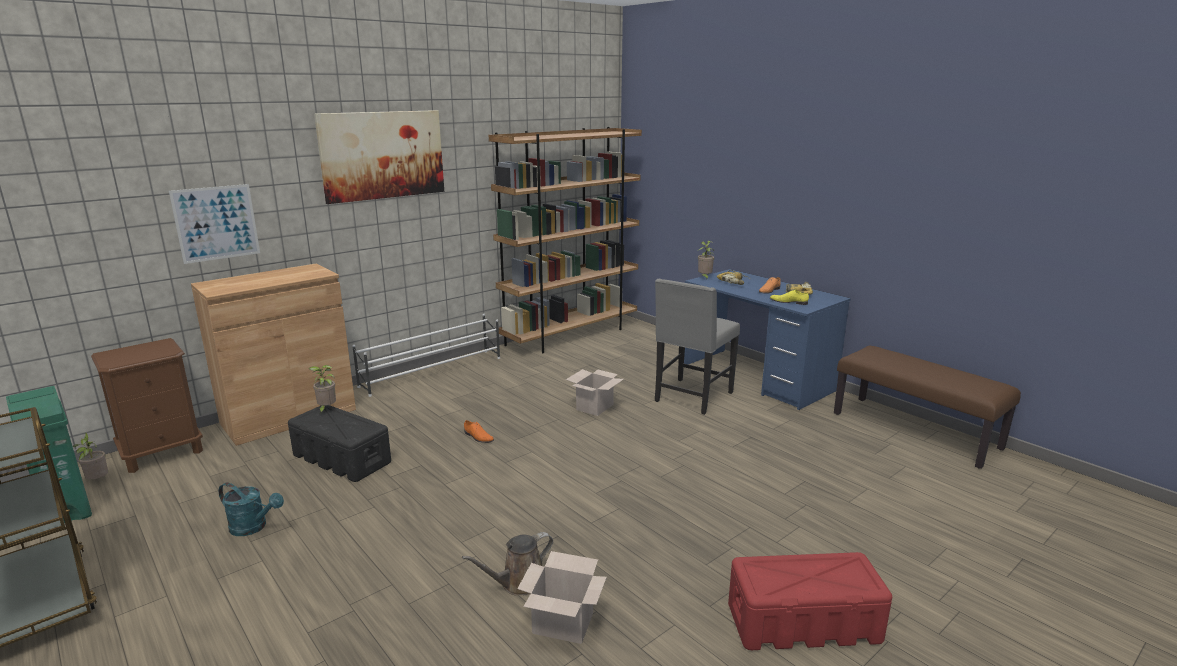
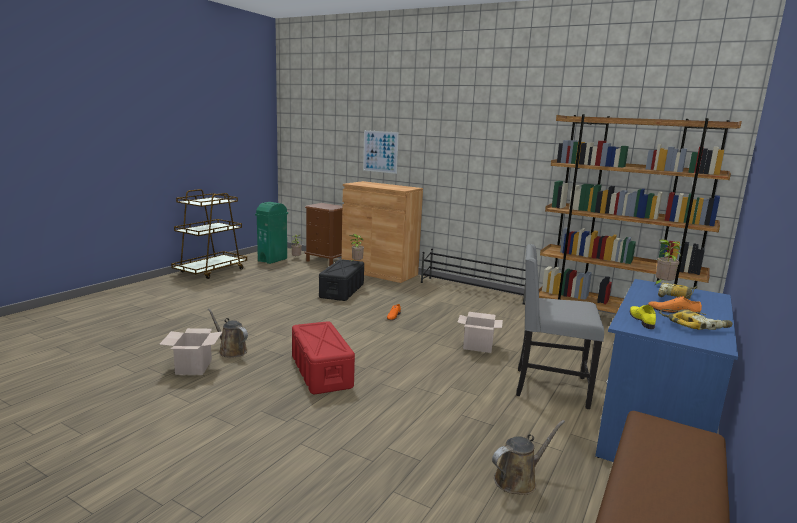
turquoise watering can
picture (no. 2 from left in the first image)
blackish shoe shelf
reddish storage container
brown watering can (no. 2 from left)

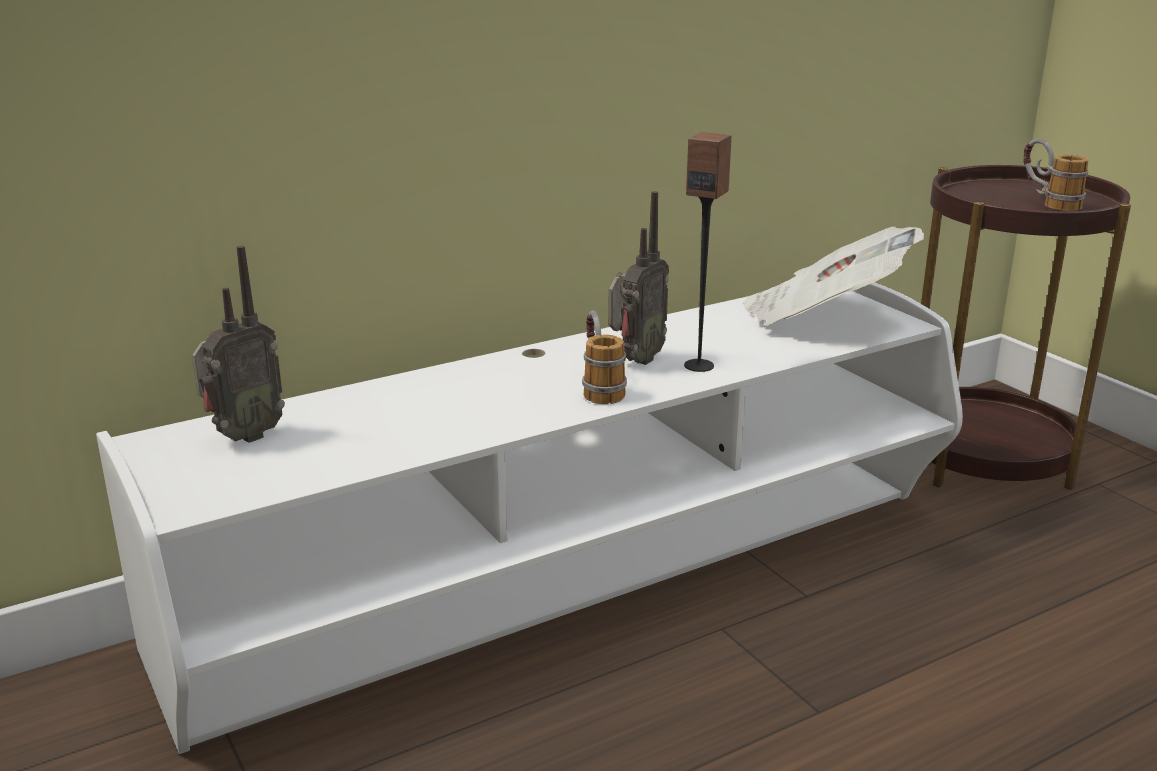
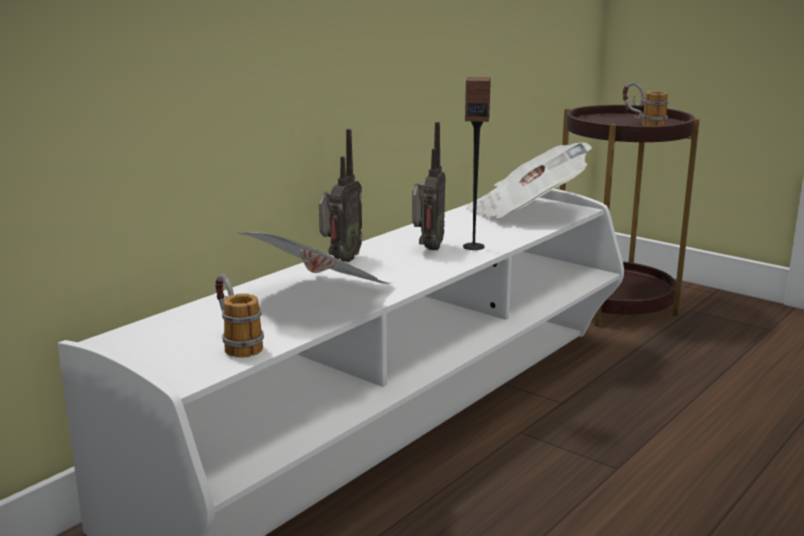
radio receiver (no. 1 from left)
coffee mug (no. 1 from left)
newspaper (no. 1 from left)

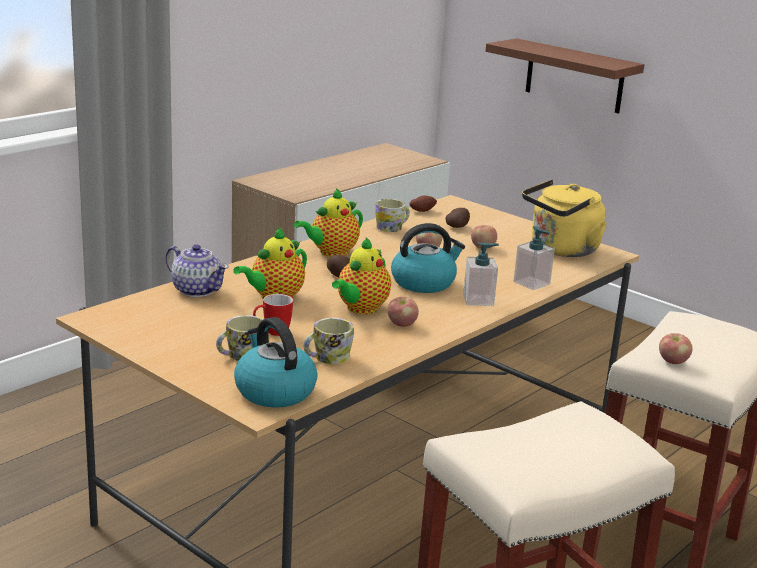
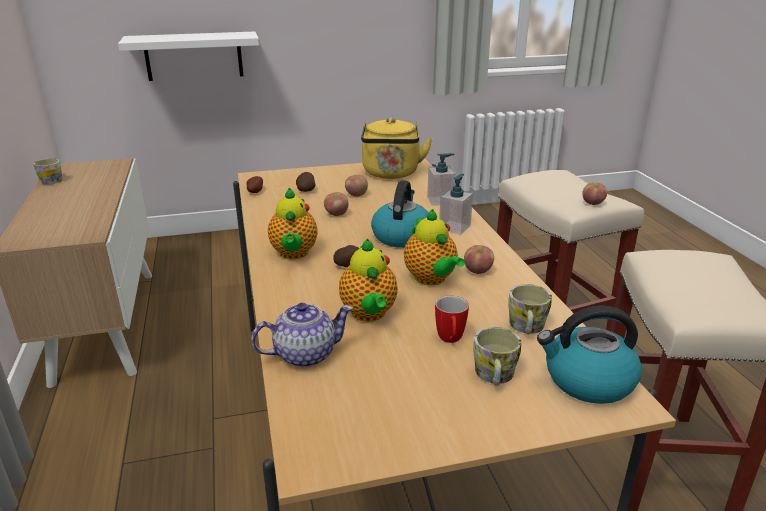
coffee mug (no. 1 from left)
white bracket shelf

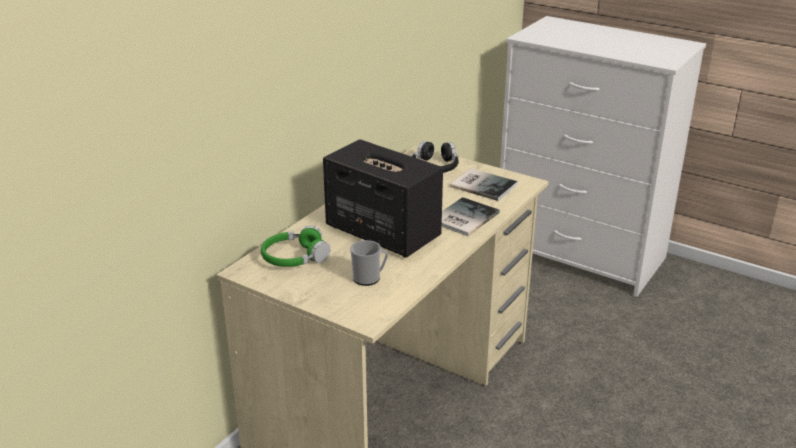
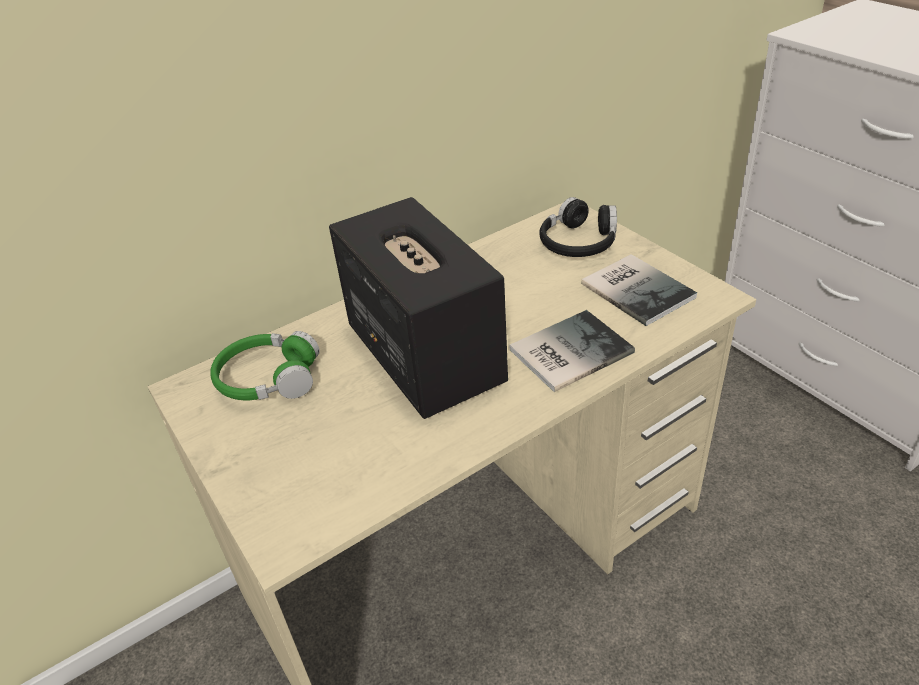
coffee mug

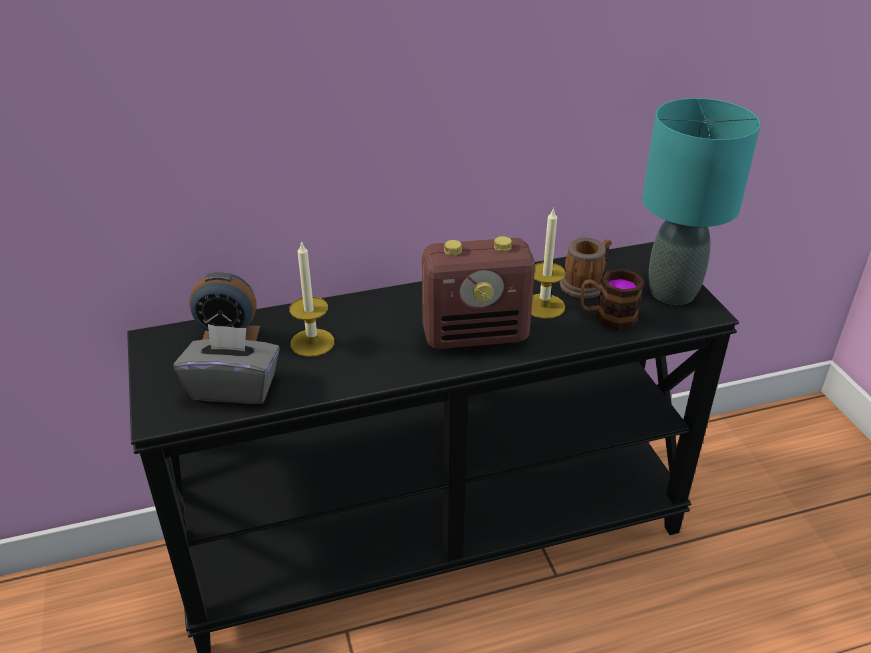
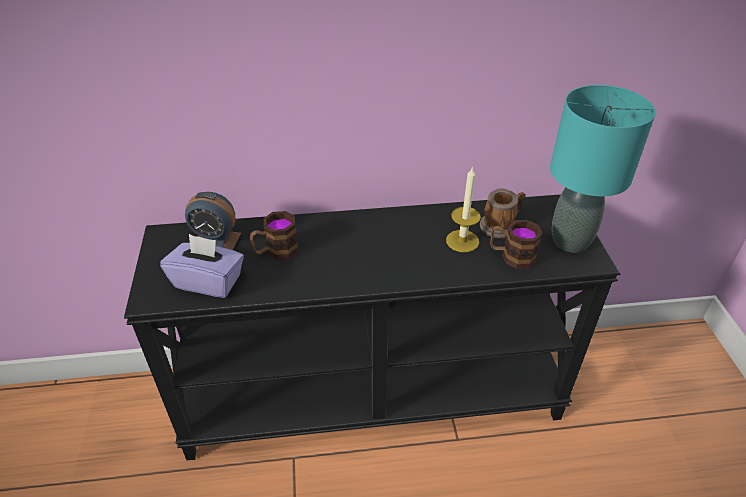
purple box of tissues
coffee mug (no. 1 from left)
radio receiver

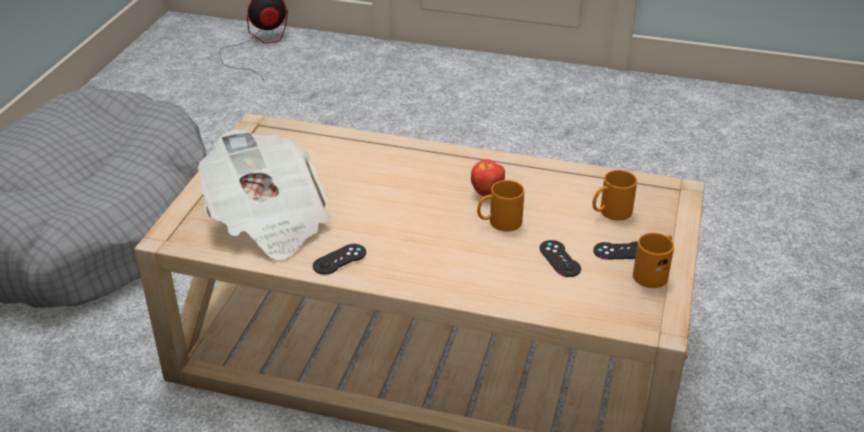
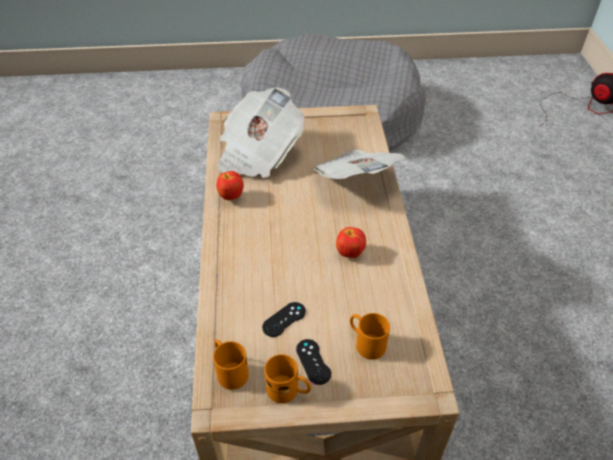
apple (no. 1 from left)
orange-coloured coffee mug (no. 1 from left)
newspaper (no. 2 from left)

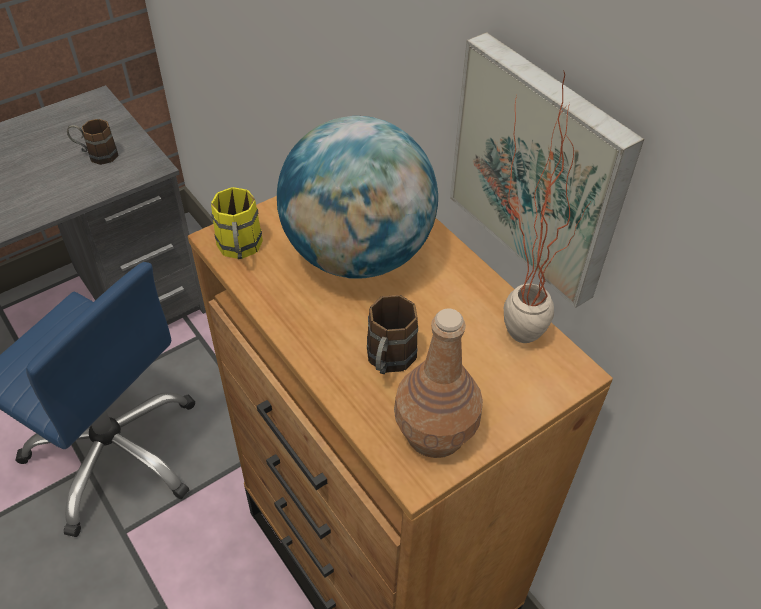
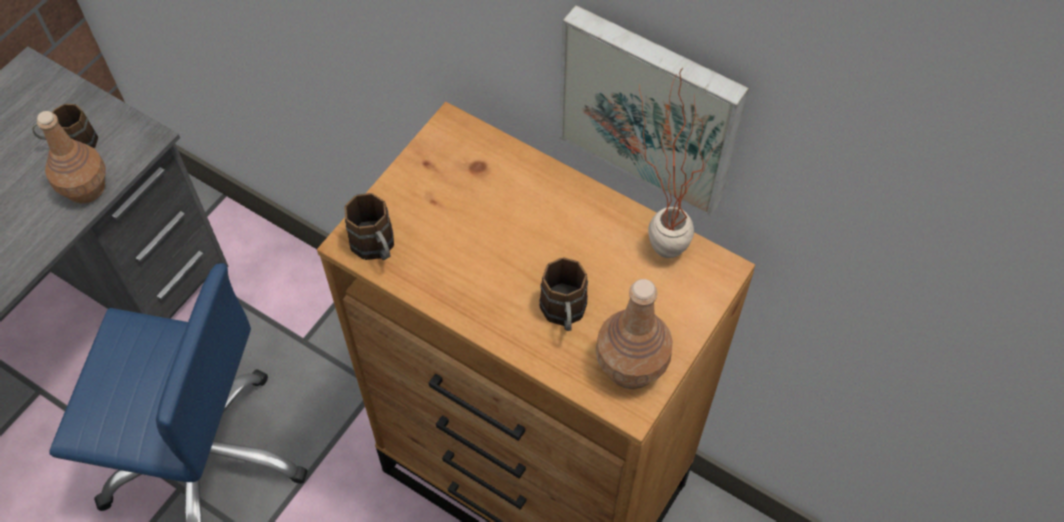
brown coffee mug (no. 2 from left)
desk globe
brown drink bottle (no. 1 from left)

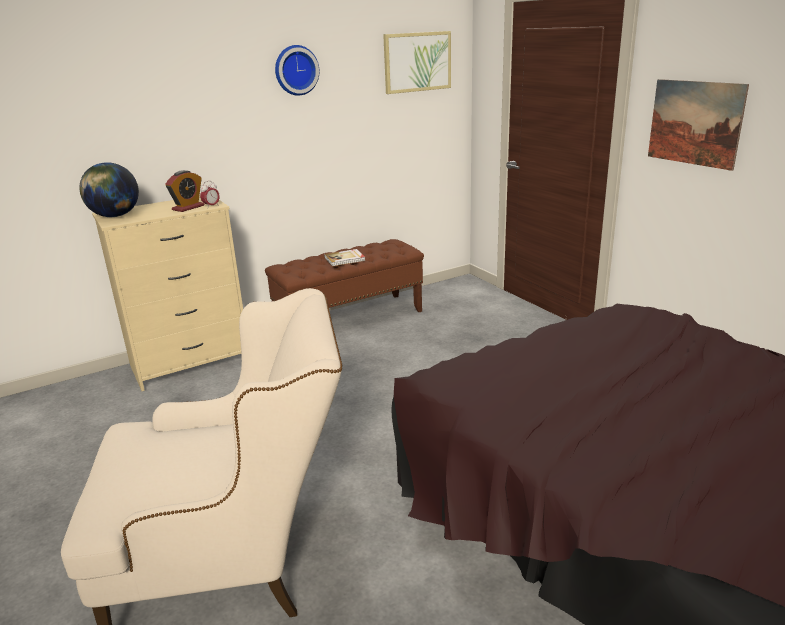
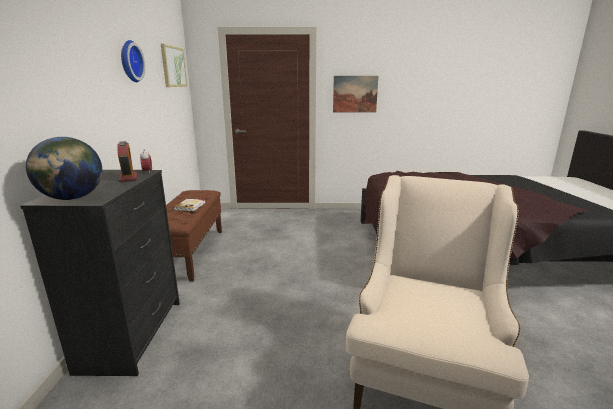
blackish chest of drawers

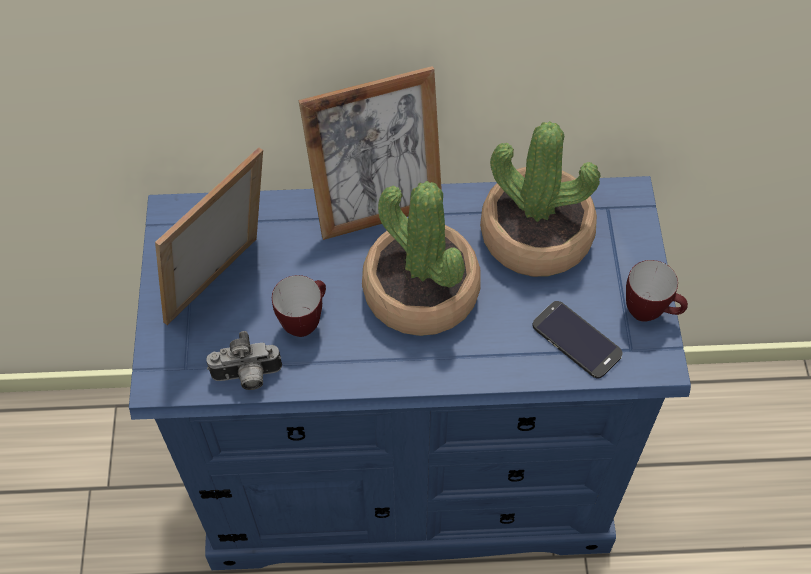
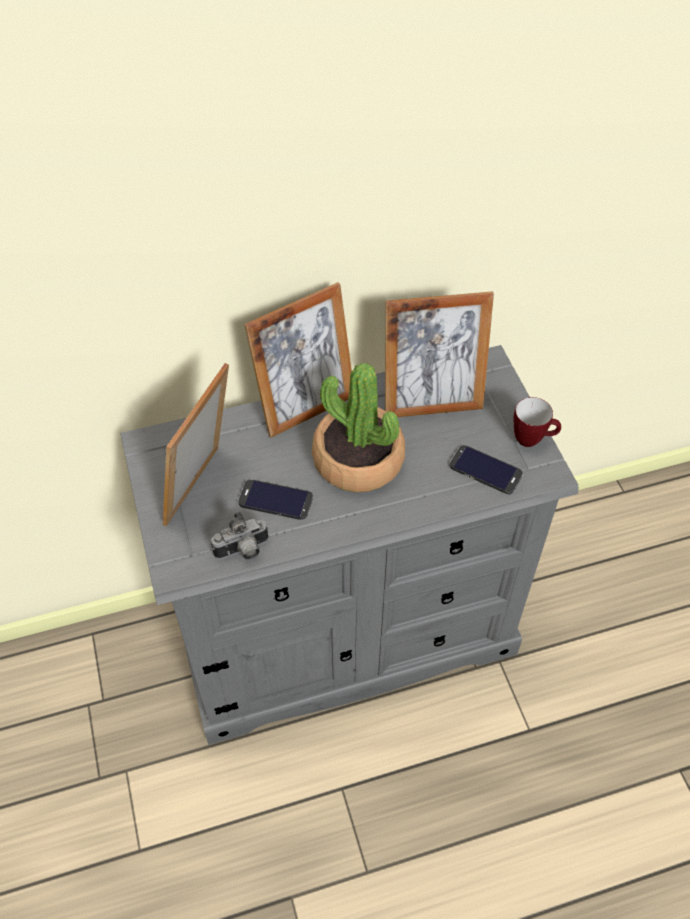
greyish chest of drawers
phone (no. 1 from left)
picture frame (no. 3 from left)

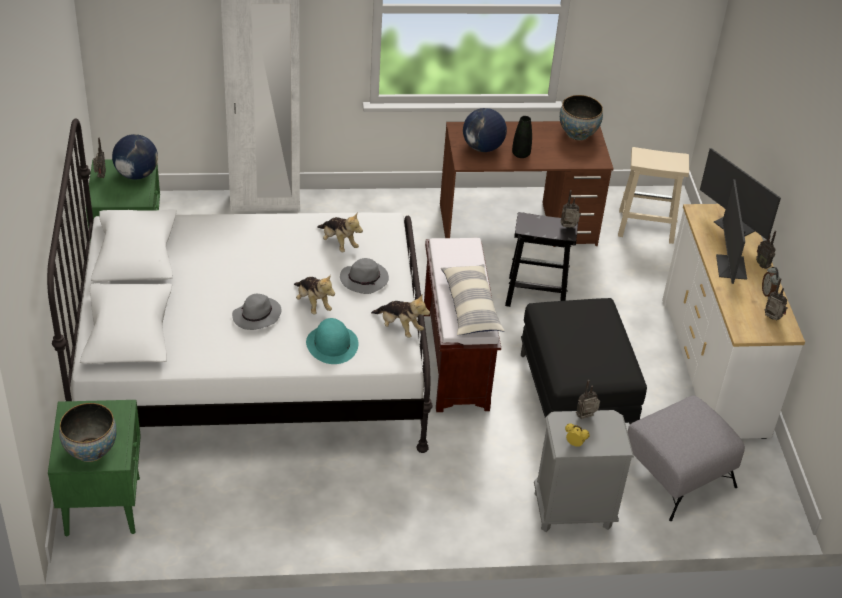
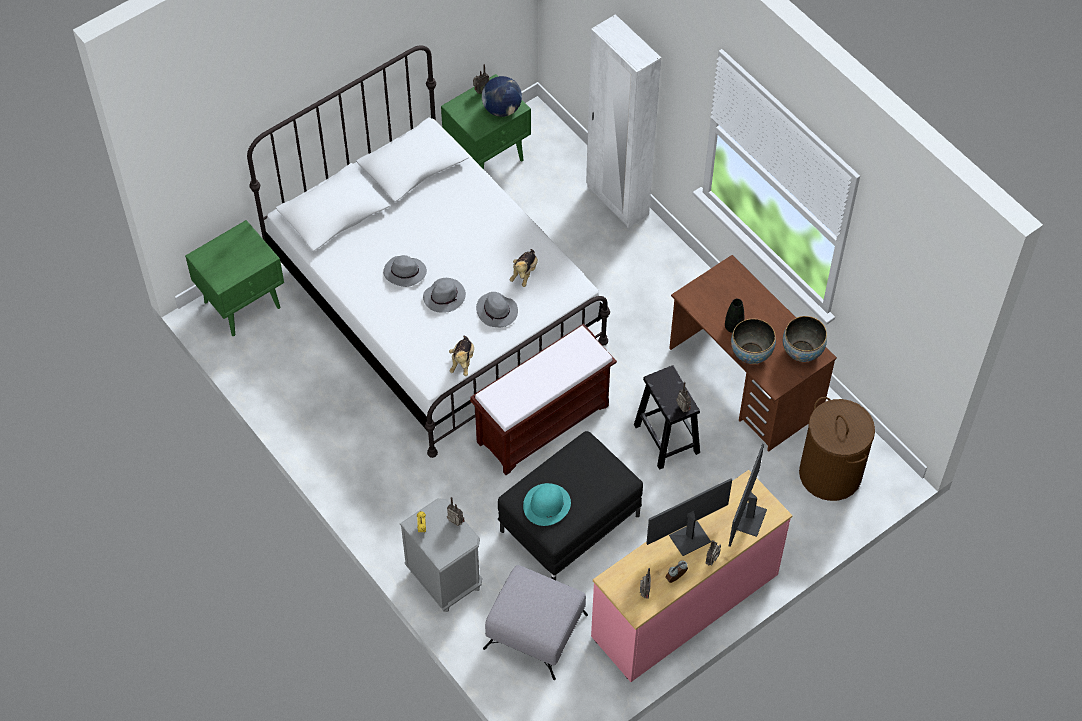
deep dish (no. 1 from left)
greyish hat (no. 2 from left)
turquoise hat
cushion
desk globe (no. 2 from left in the first image)
brown laundry basket
pink chest of drawers

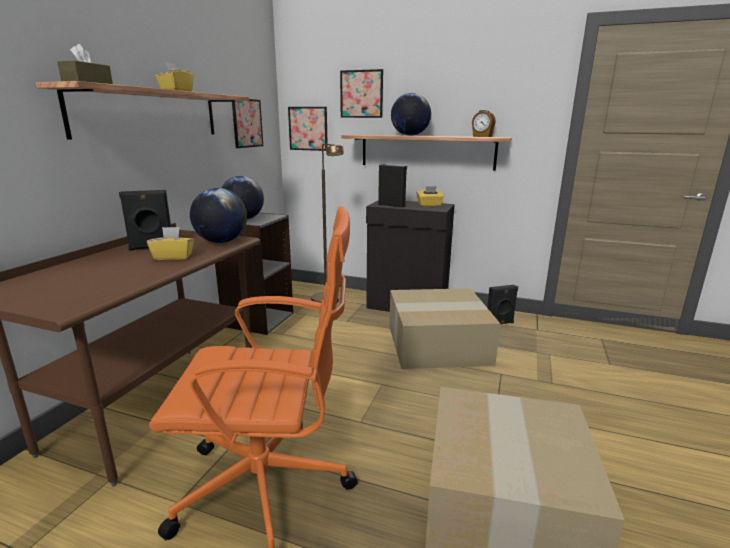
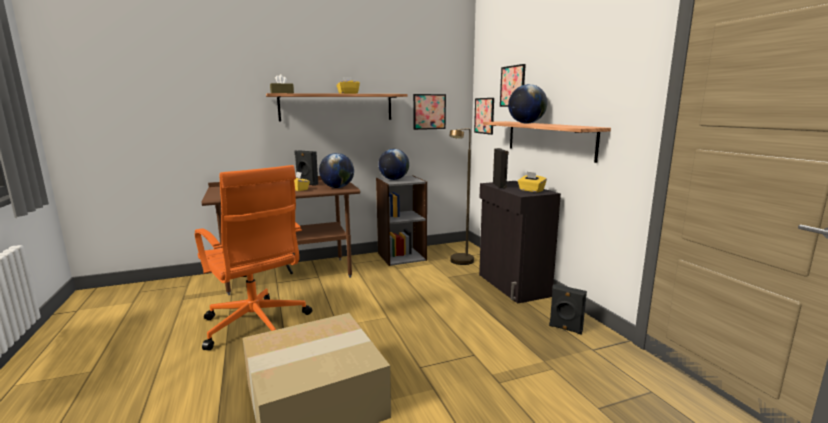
packing box (no. 1 from left in the first image)
table clock

